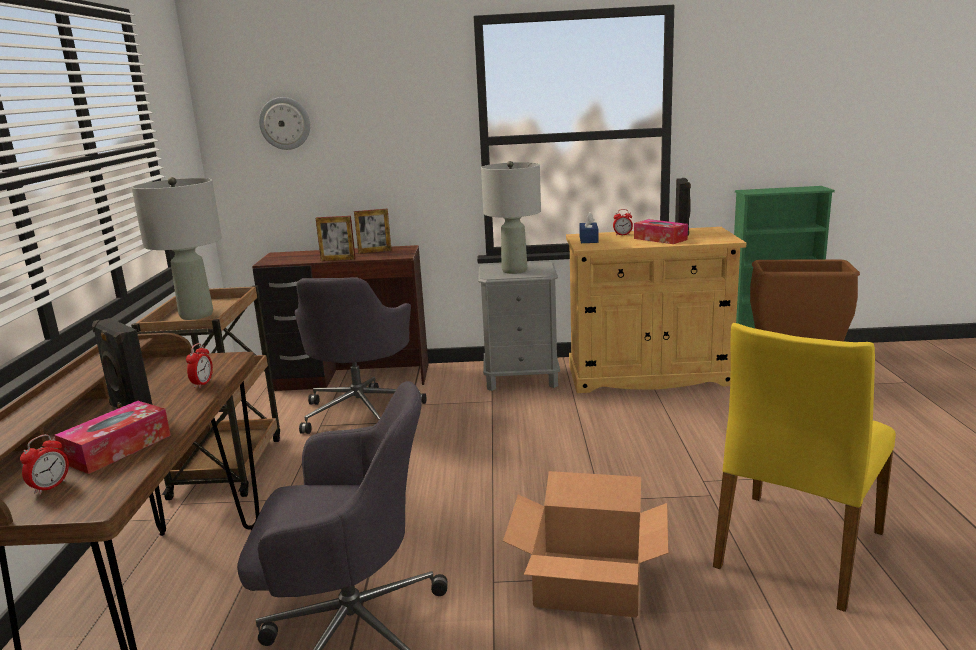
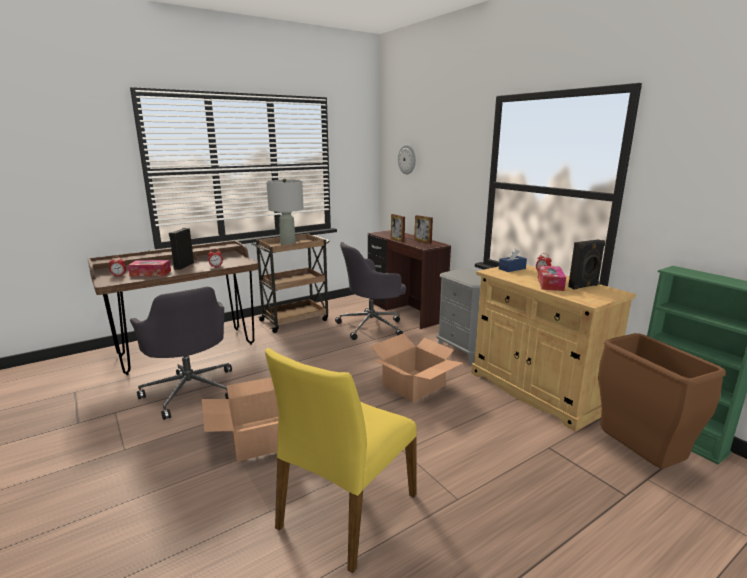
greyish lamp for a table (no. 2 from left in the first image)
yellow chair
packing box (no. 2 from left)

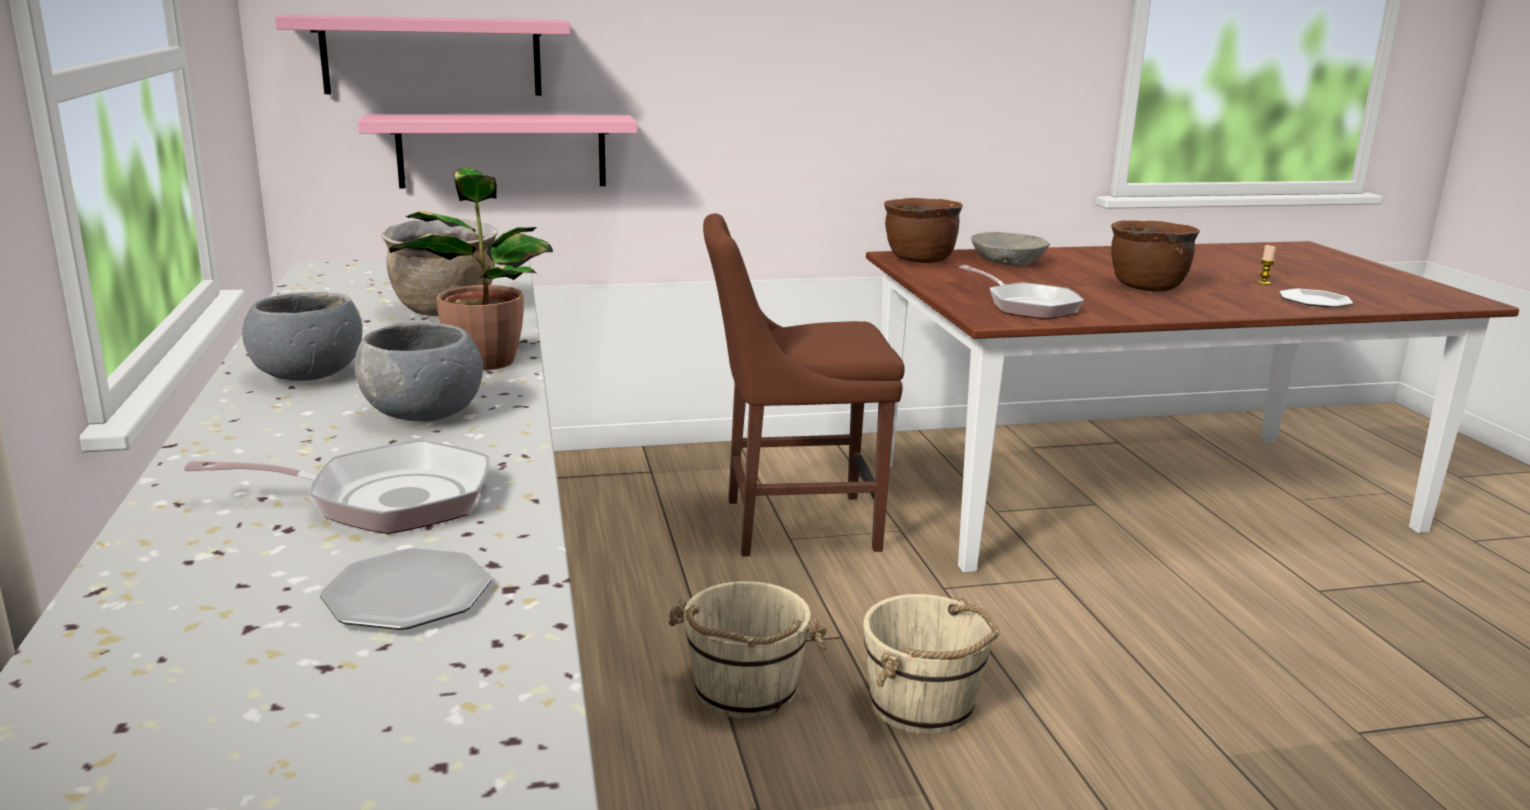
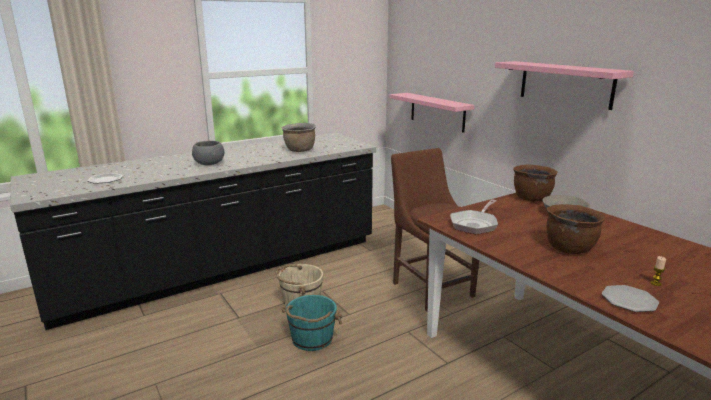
skillet (no. 1 from left in the first image)
greyish deep dish (no. 1 from left in the first image)
pink bracket shelf (no. 2 from left)
houseplant
turquoise bucket

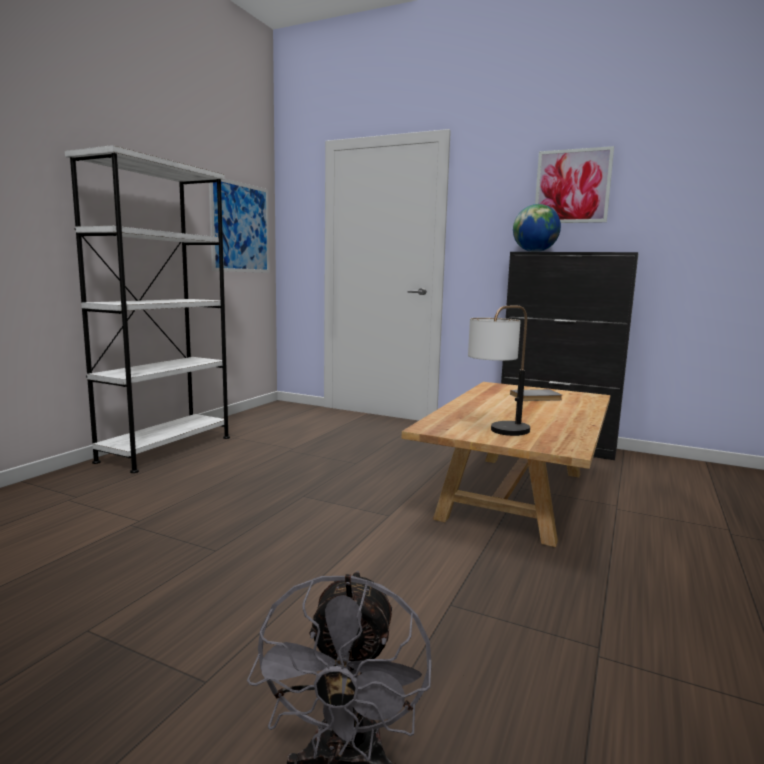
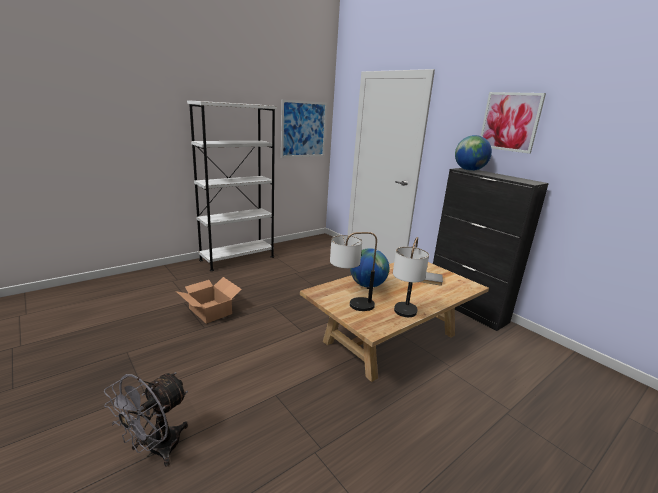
packing box
desk globe (no. 1 from left)
lamp for a table (no. 2 from left)

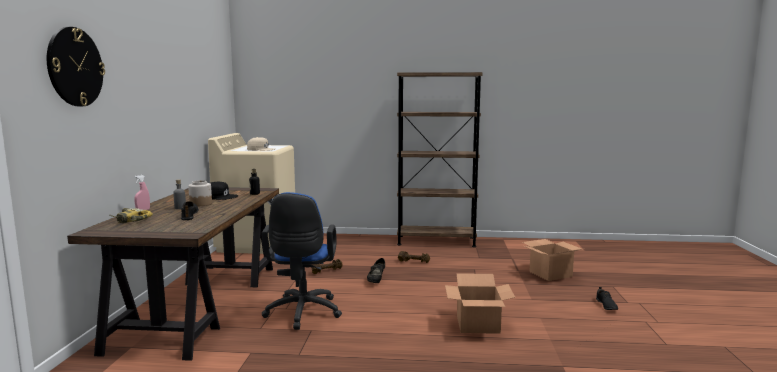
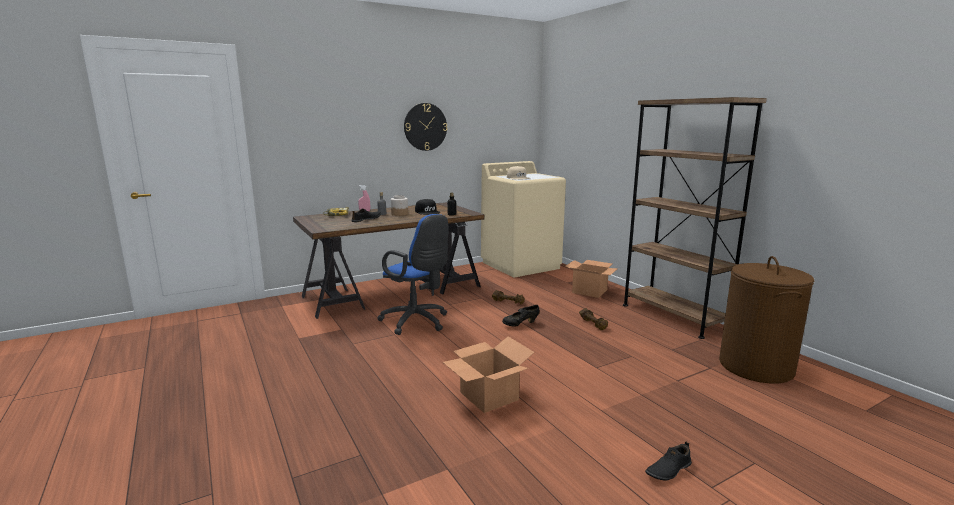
wall clock
blue computer chair
packing box (no. 2 from left)
brown laundry basket

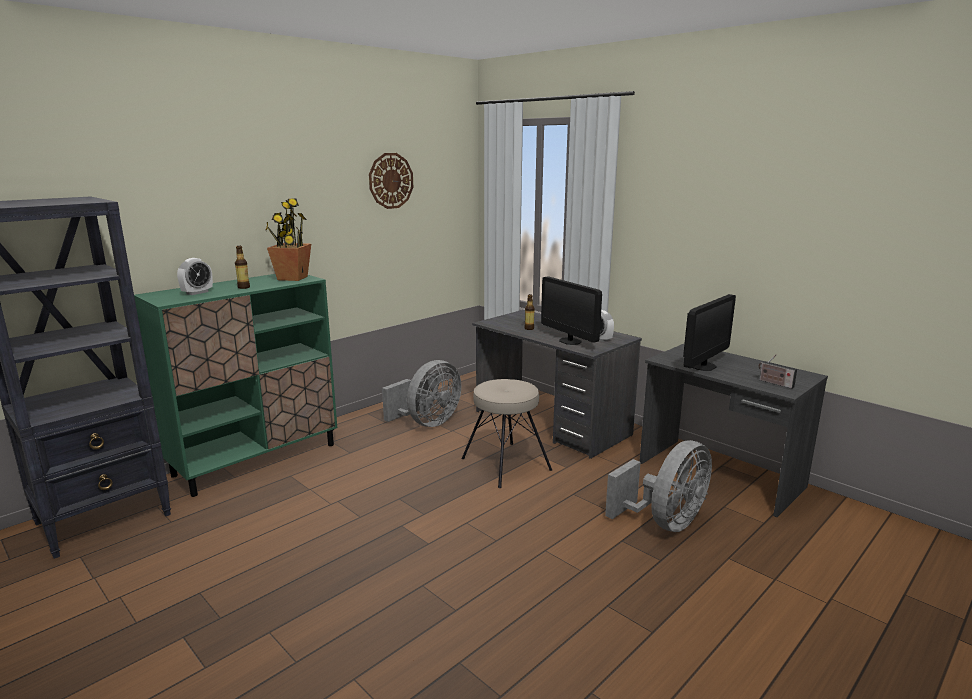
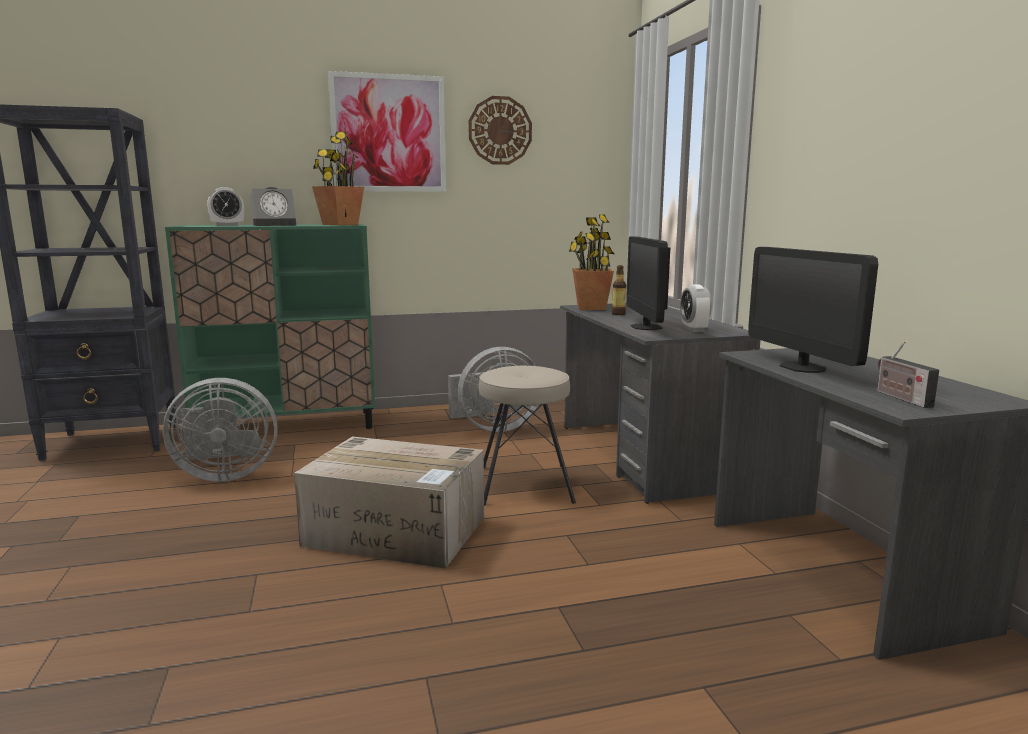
table clock (no. 2 from left)
greyish electric fan (no. 1 from left)
computer screen (no. 2 from left)
packing box
picture
houseplant (no. 2 from left)

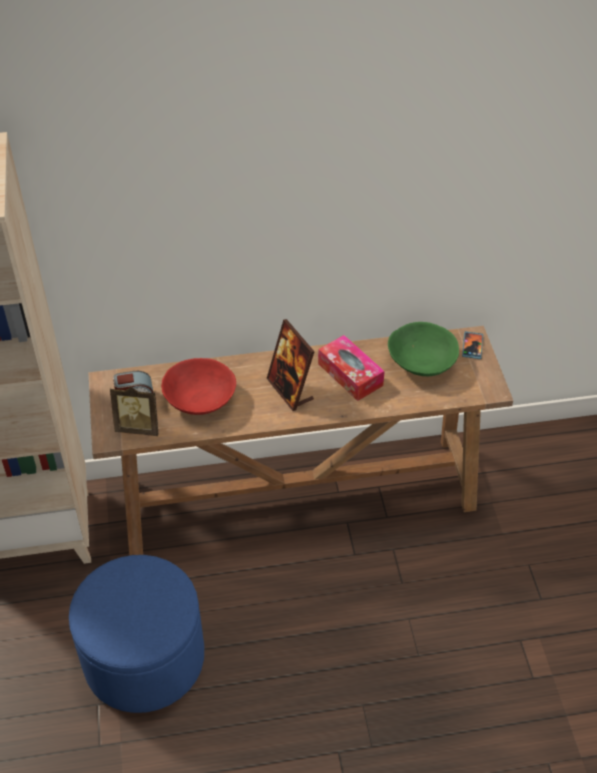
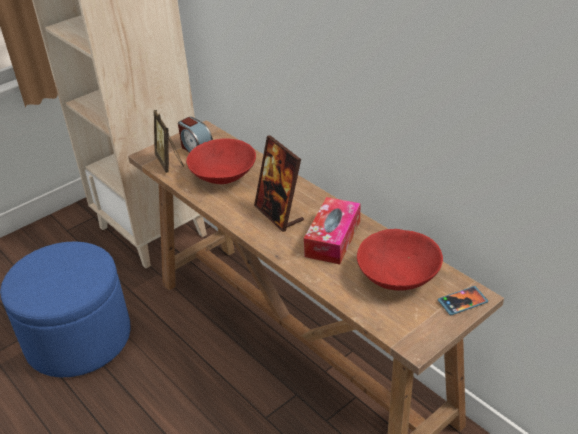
picture frame (no. 2 from left)
reddish deep dish (no. 2 from left)

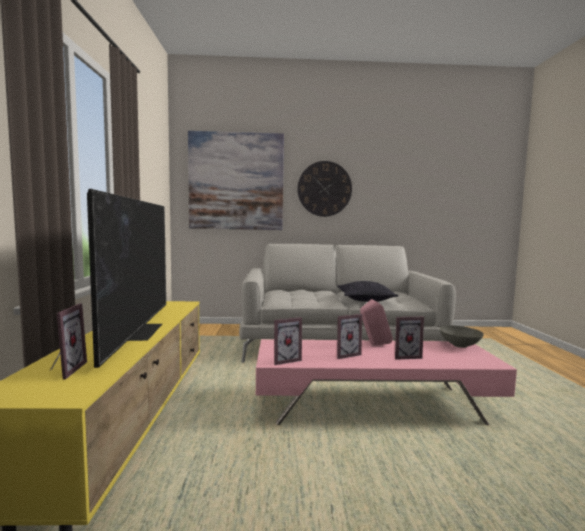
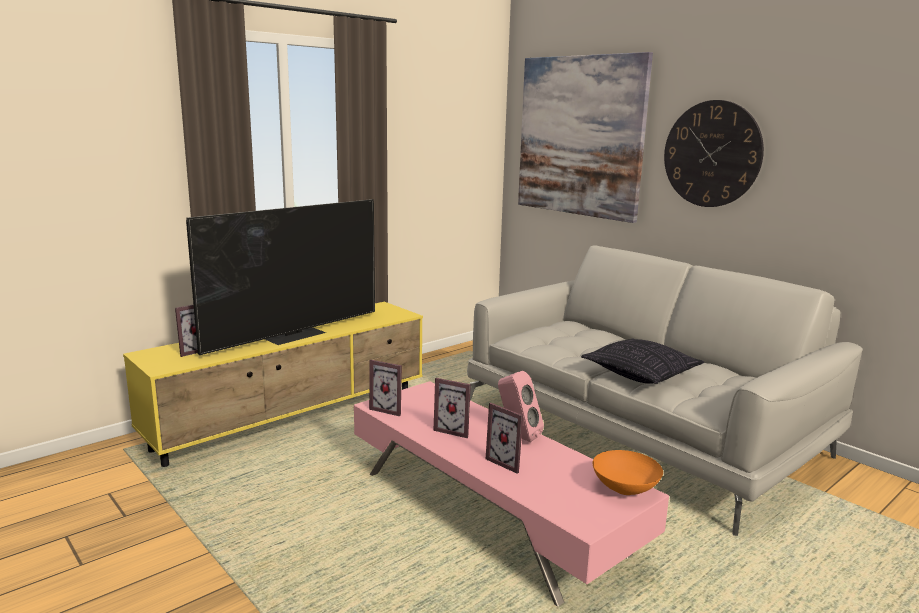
orange-coloured deep dish

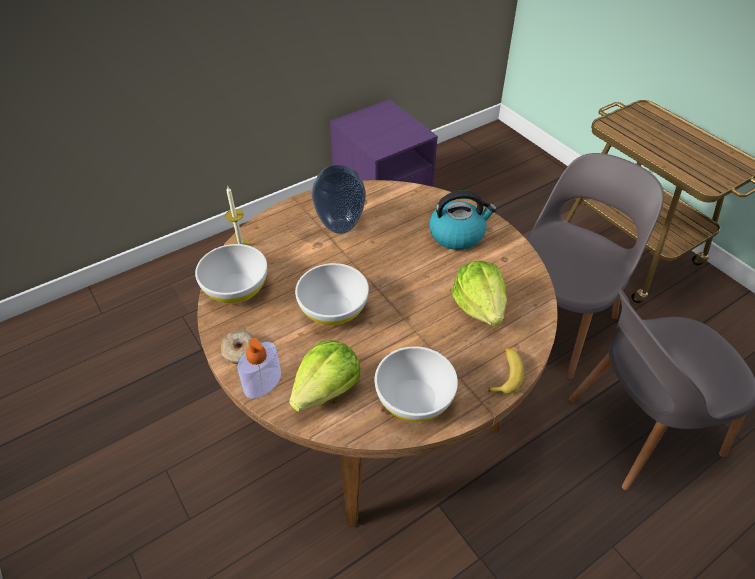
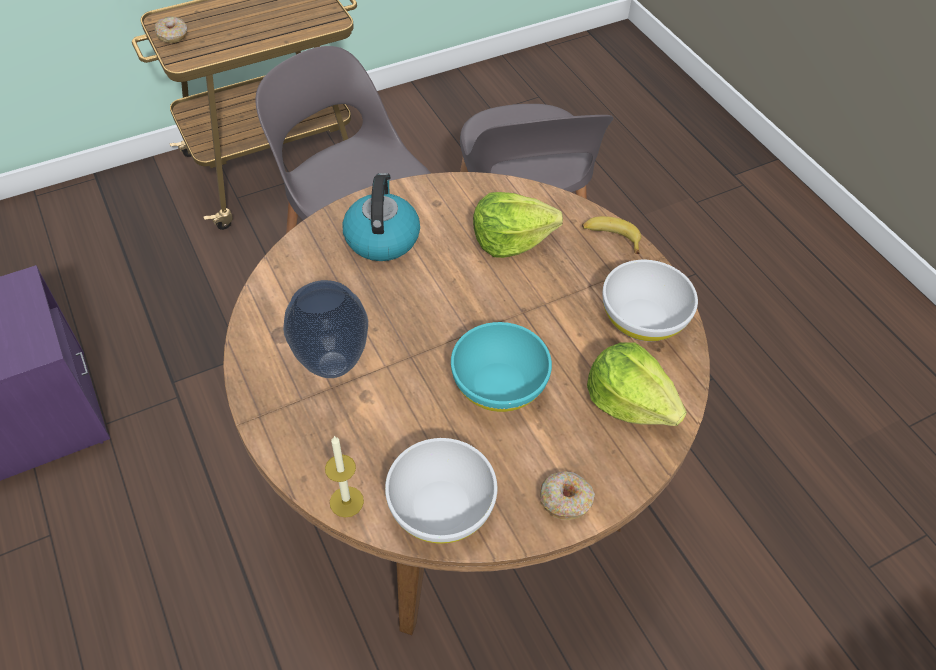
soap bottle
turquoise deep dish
donut (no. 1 from left)

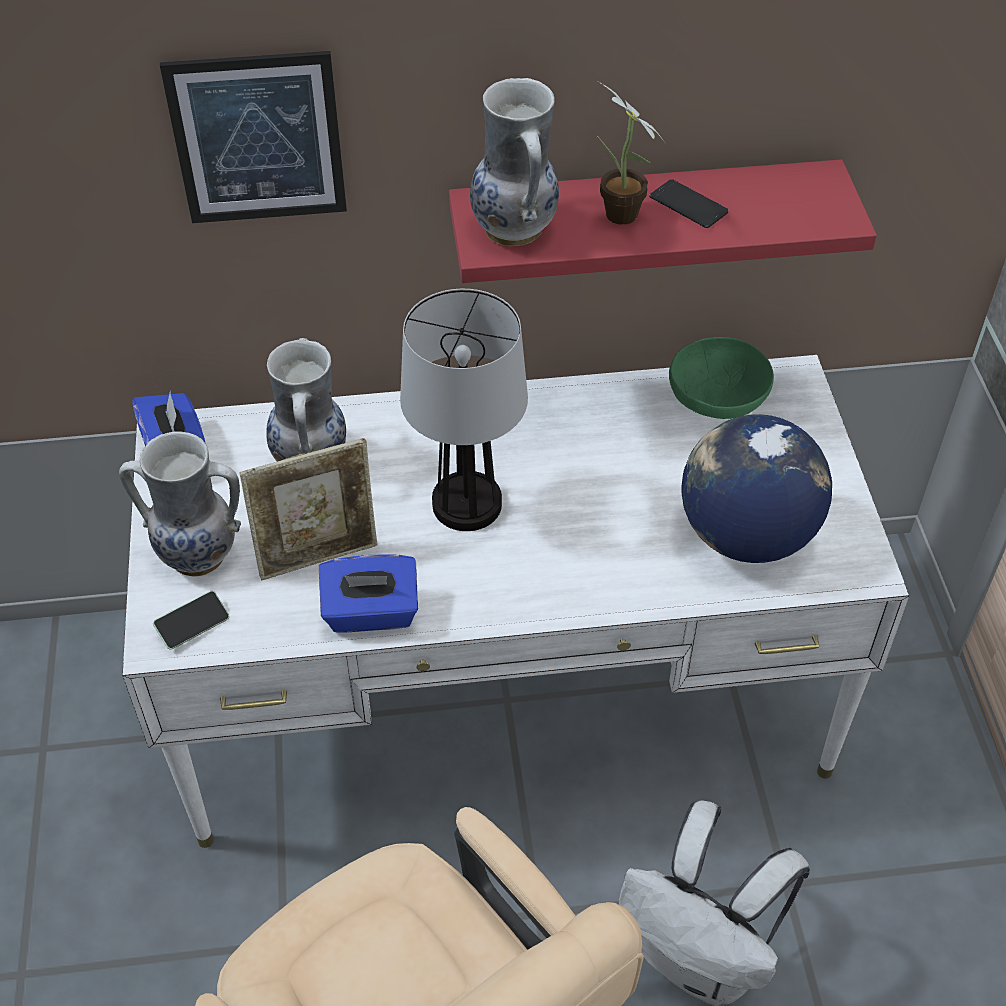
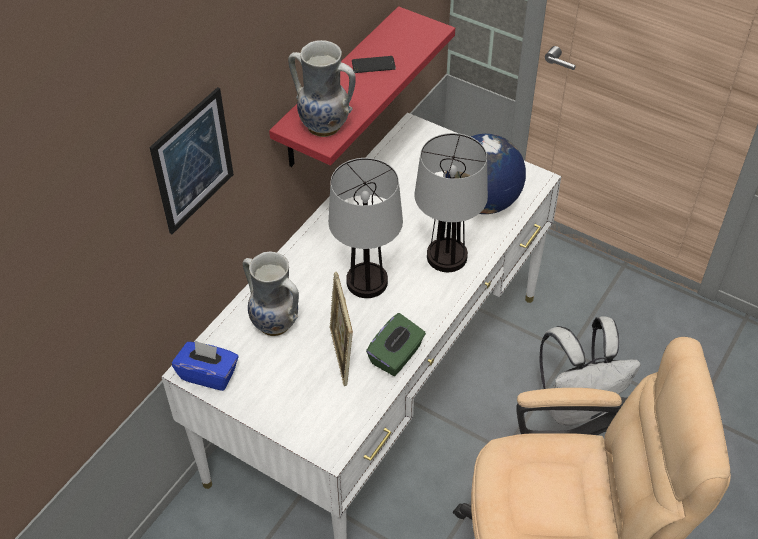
flower vase (no. 1 from left in the first image)
phone (no. 1 from left in the first image)
picture frame
green-coloured box of tissues
houseplant
green-coloured deep dish
lamp for a table (no. 2 from left)

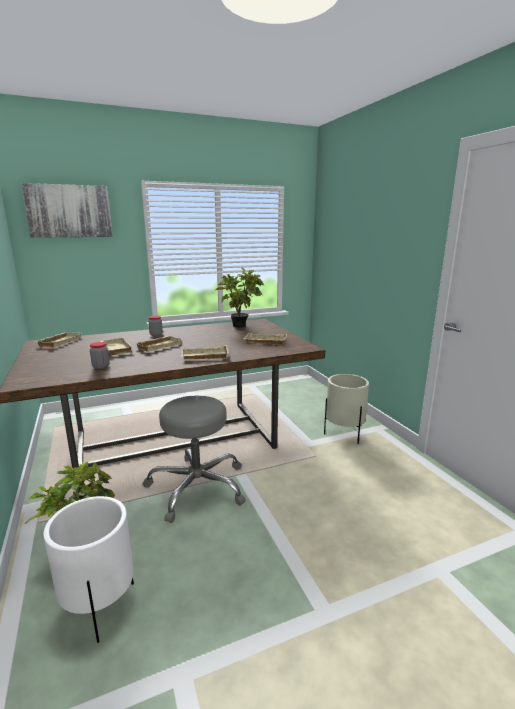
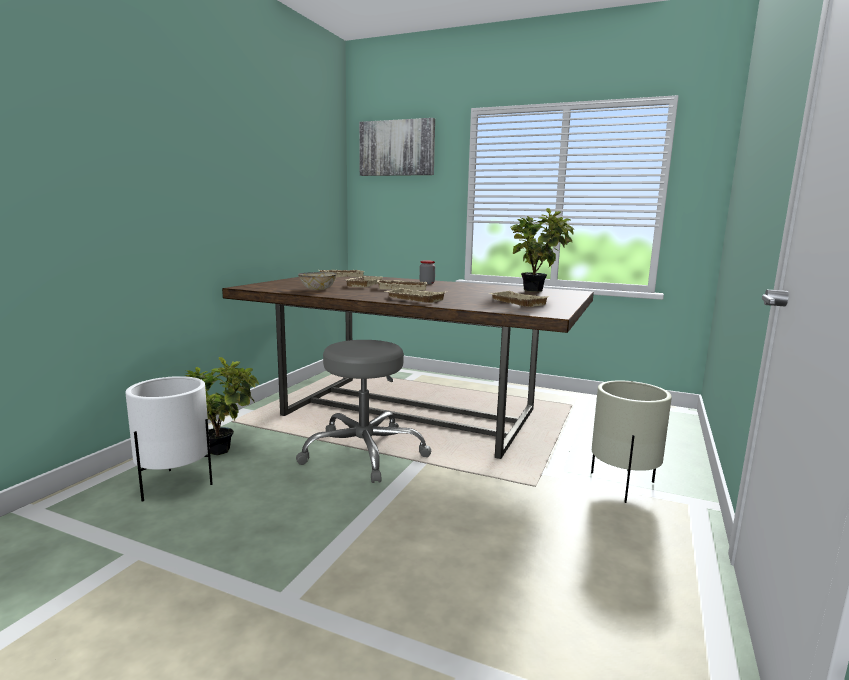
deep dish

